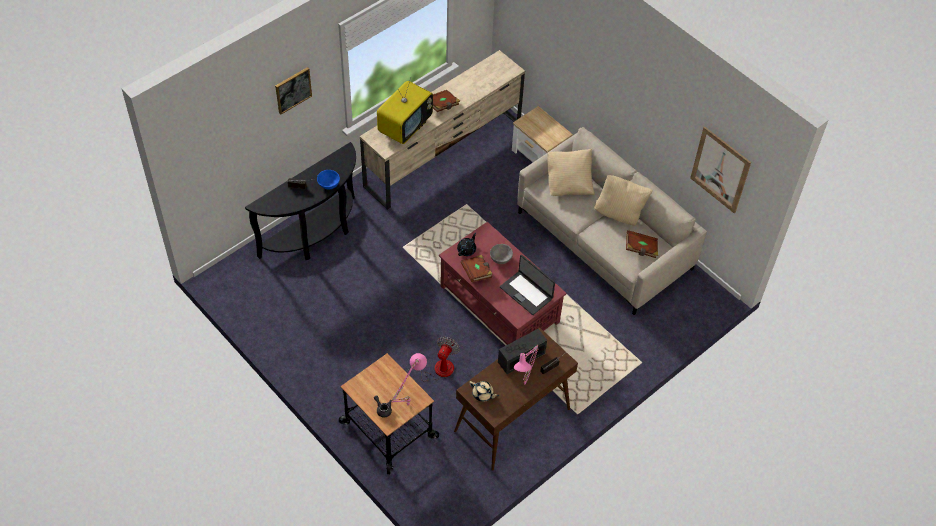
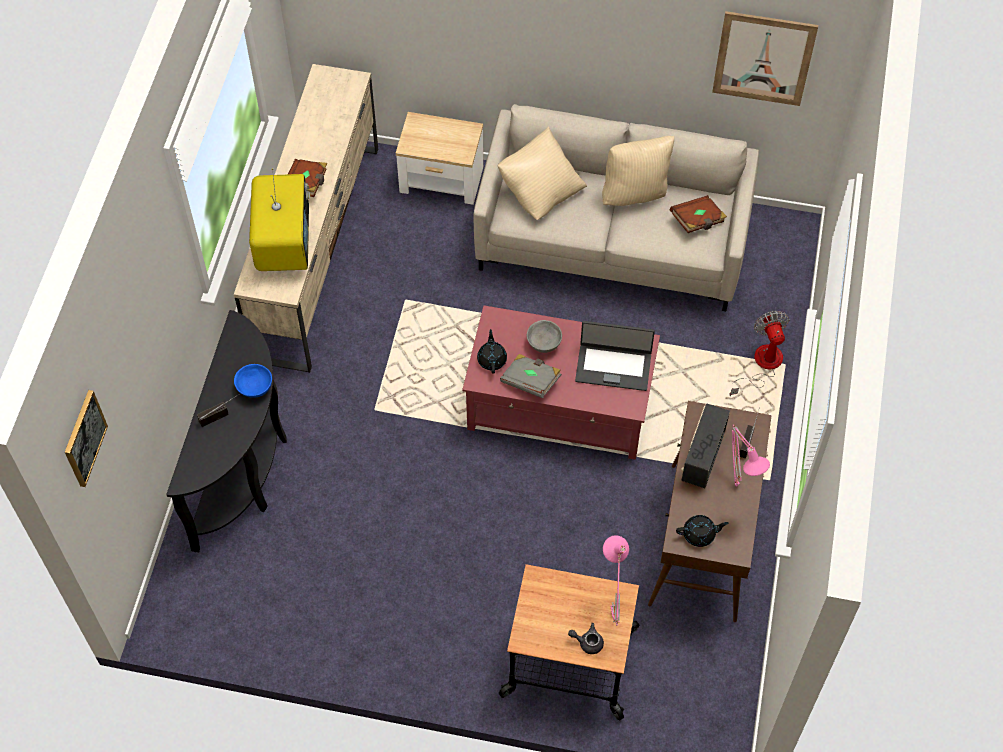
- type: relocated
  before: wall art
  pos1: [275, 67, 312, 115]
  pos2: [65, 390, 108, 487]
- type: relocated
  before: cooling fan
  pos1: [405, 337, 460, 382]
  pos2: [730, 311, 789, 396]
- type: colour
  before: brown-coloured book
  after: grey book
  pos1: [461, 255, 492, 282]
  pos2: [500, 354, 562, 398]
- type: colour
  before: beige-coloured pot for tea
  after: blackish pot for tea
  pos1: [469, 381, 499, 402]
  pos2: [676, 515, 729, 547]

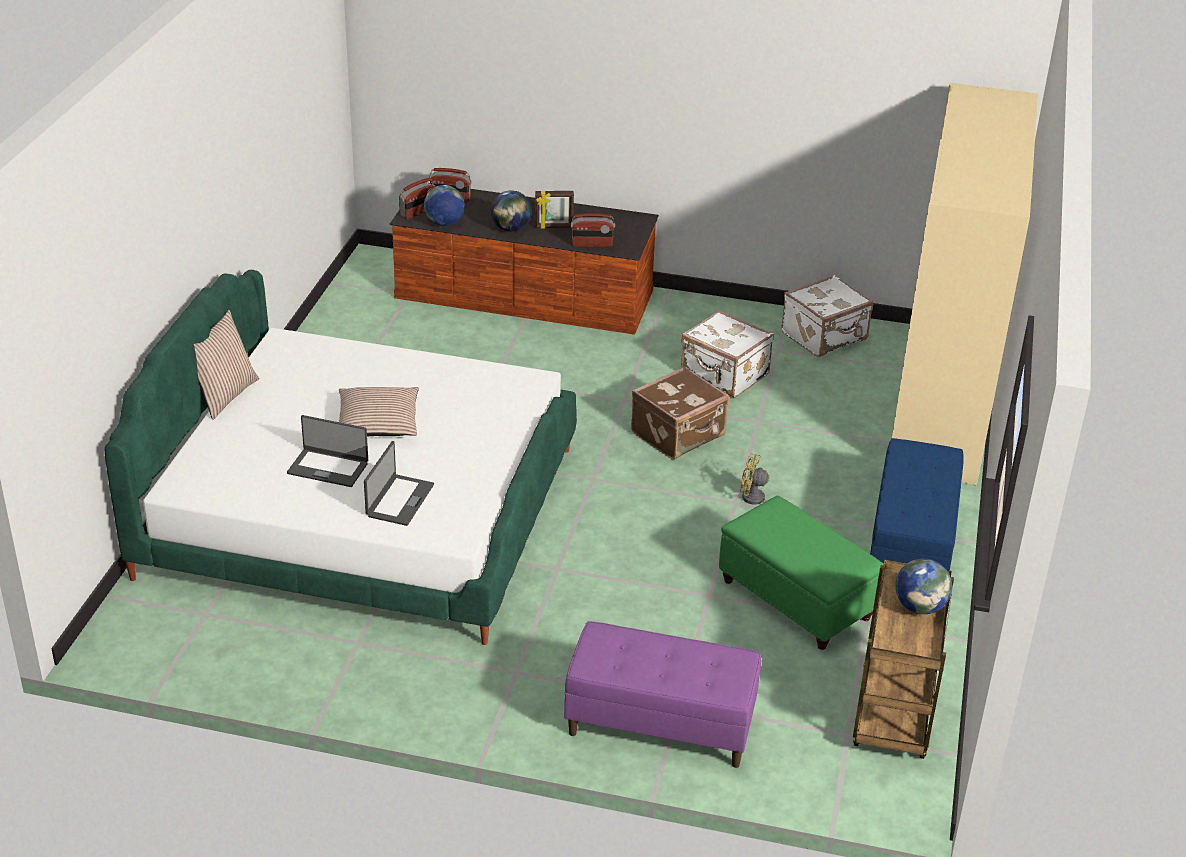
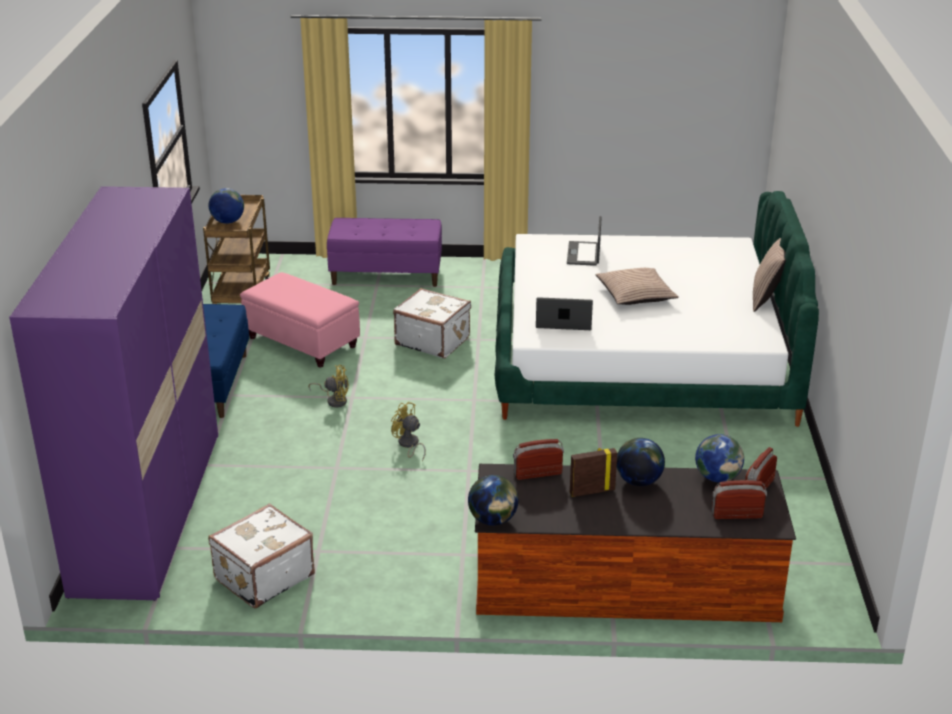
- type: appeared
  after: world globe
  pos2: [468, 475, 518, 526]
- type: relocated
  before: portable computer
  pos1: [287, 415, 368, 487]
  pos2: [536, 297, 593, 330]
- type: relocated
  before: white-coloured suitcase
  pos1: [681, 310, 774, 398]
  pos2: [393, 288, 471, 358]
- type: exchanged
  before: brown-coloured suitcase
  after: yellowish cooling fan
  pos1: [631, 366, 729, 459]
  pos2: [391, 402, 426, 462]
- type: colour
  before: green ottoman
  after: pink-coloured ottoman
  pos1: [719, 496, 884, 650]
  pos2: [240, 272, 360, 367]
- type: colour
  before: beige-coloured armoire
  after: purplish armoire
  pos1: [892, 83, 1038, 485]
  pos2: [9, 186, 218, 601]

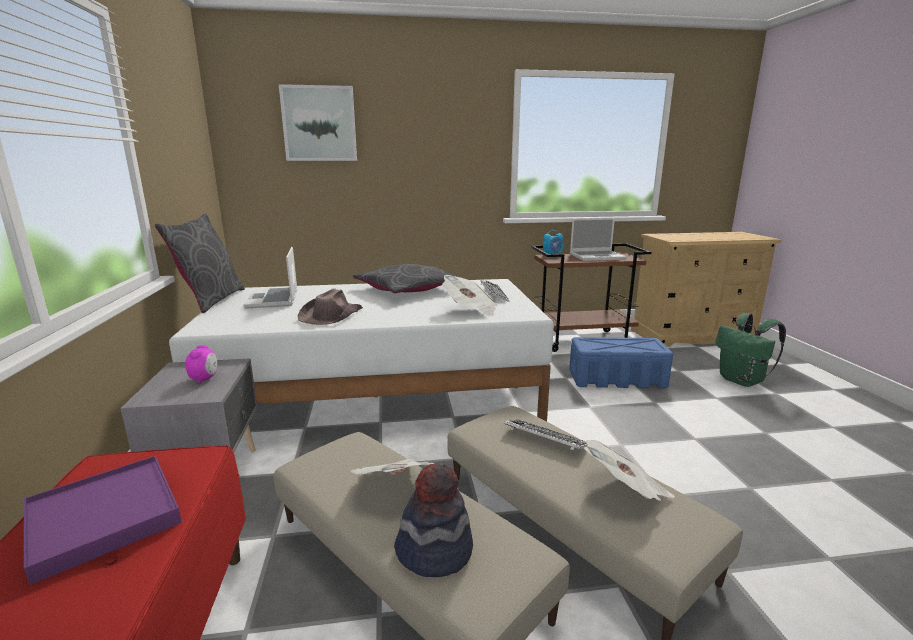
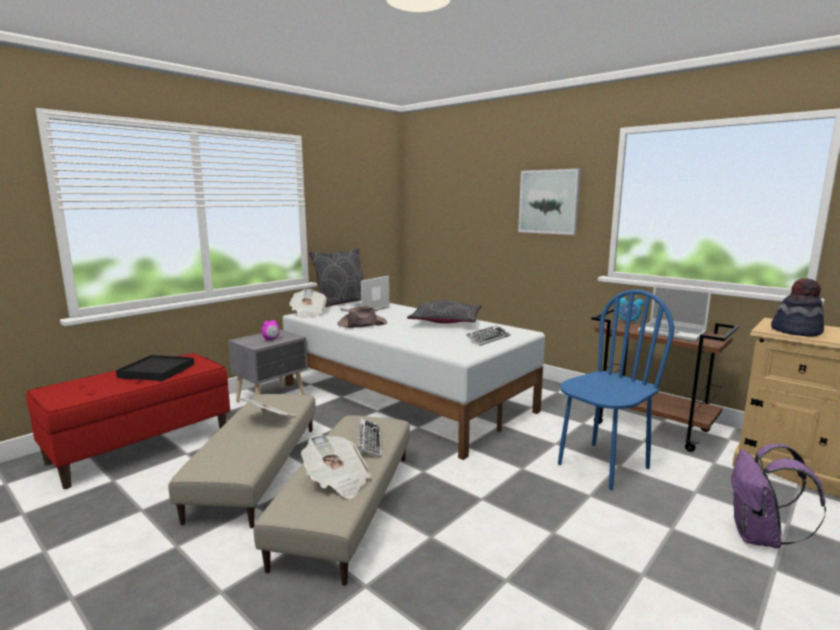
- type: relocated
  before: wall art
  pos1: [279, 84, 357, 161]
  pos2: [518, 169, 581, 235]
- type: relocated
  before: wearable hat
  pos1: [394, 464, 473, 577]
  pos2: [771, 278, 824, 336]
- type: relocated
  before: daily paper
  pos1: [442, 275, 497, 317]
  pos2: [289, 289, 327, 318]
- type: exchanged
  before: blue-coloured storage box
  after: blue-coloured upright chair
  pos1: [569, 337, 673, 388]
  pos2: [558, 289, 674, 490]
- type: colour
  before: purplish carrying tray
  after: blackish carrying tray
  pos1: [24, 456, 182, 585]
  pos2: [116, 355, 194, 381]
- type: colour
  before: green rucksack
  after: purplish rucksack
  pos1: [716, 313, 786, 387]
  pos2: [731, 444, 826, 549]

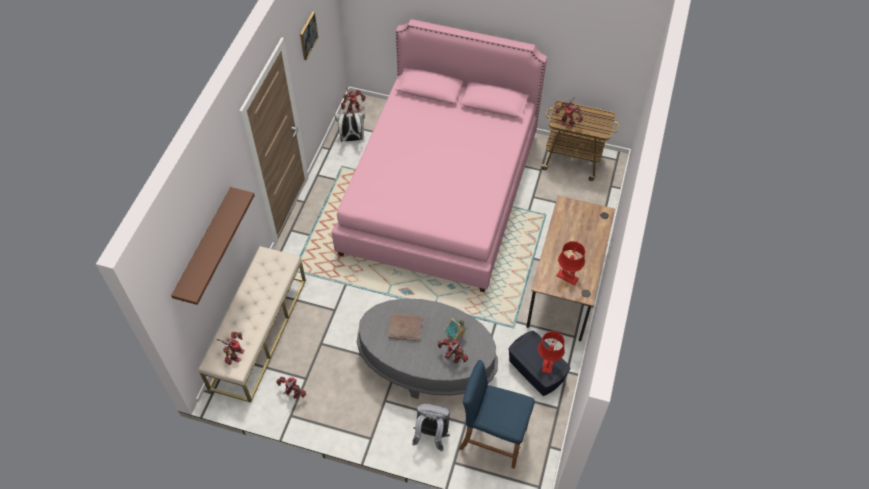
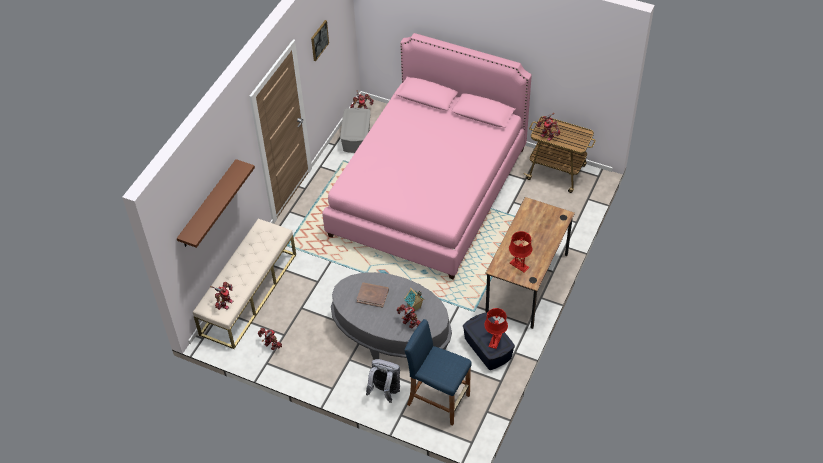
- type: exchanged
  before: white-coloured rucksack
  after: grey storage box
  pos1: [334, 113, 365, 142]
  pos2: [340, 108, 371, 153]

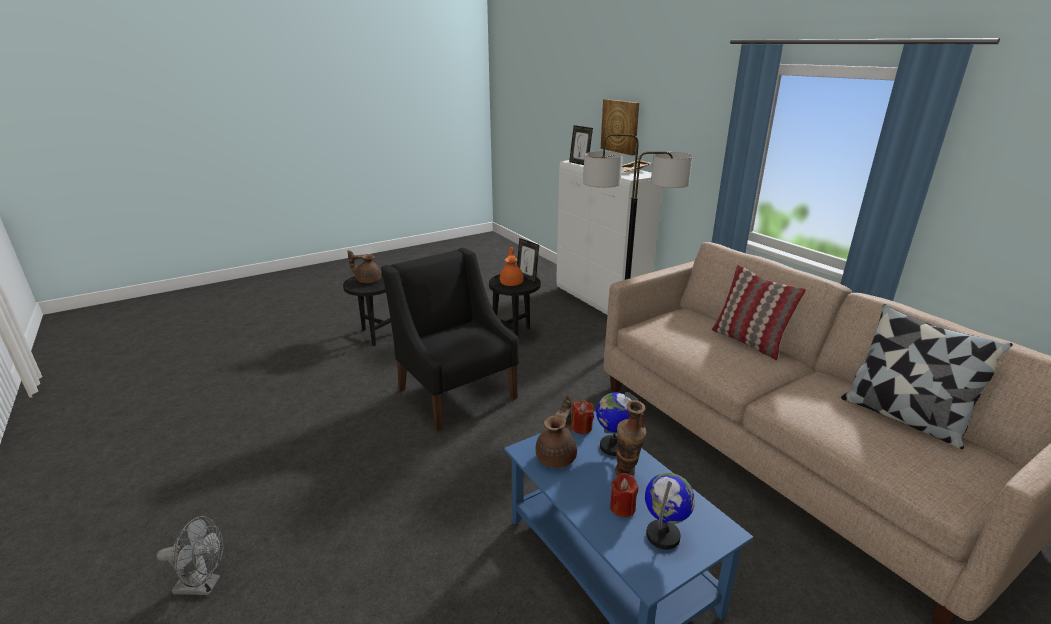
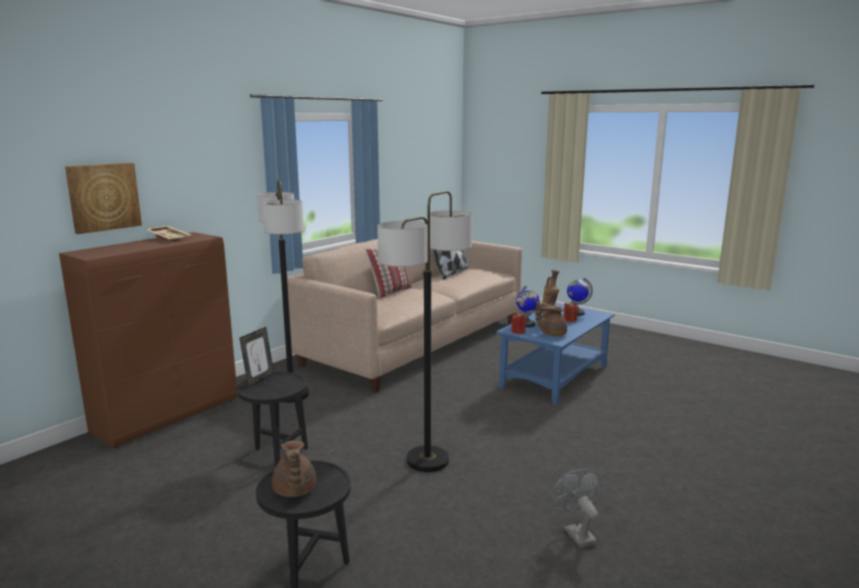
- type: missing
  before: orangey pot for tea
  pos1: [500, 247, 524, 286]
- type: missing
  before: standing frame
  pos1: [569, 125, 593, 165]
- type: relocated
  before: grey cooling fan
  pos1: [157, 516, 224, 595]
  pos2: [551, 469, 601, 548]
- type: exchanged
  before: blackish lounge chair
  after: standing lamp
  pos1: [381, 248, 519, 431]
  pos2: [377, 191, 473, 472]
- type: colour
  before: white-coloured cupboard
  after: brown-coloured cupboard
  pos1: [556, 160, 662, 315]
  pos2: [59, 232, 237, 448]

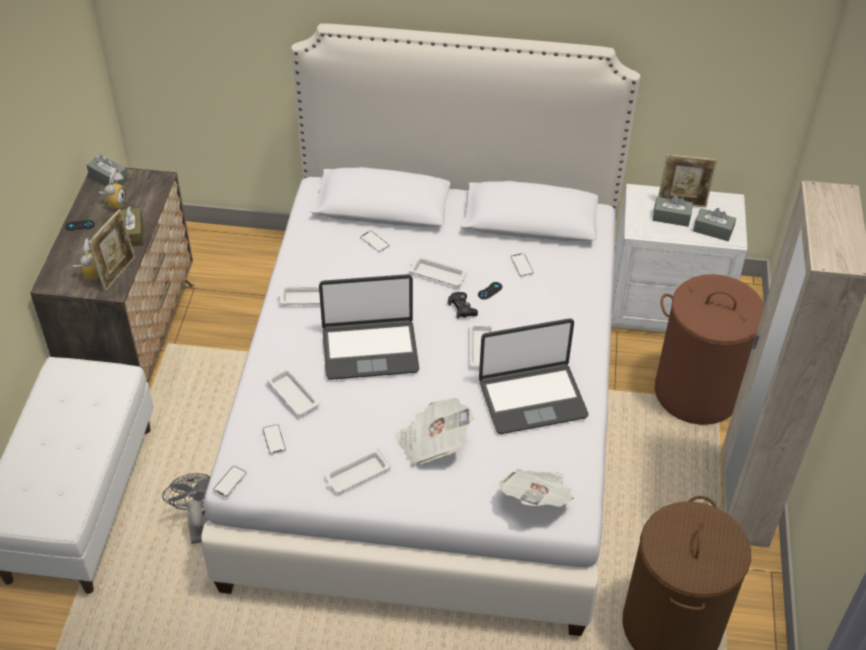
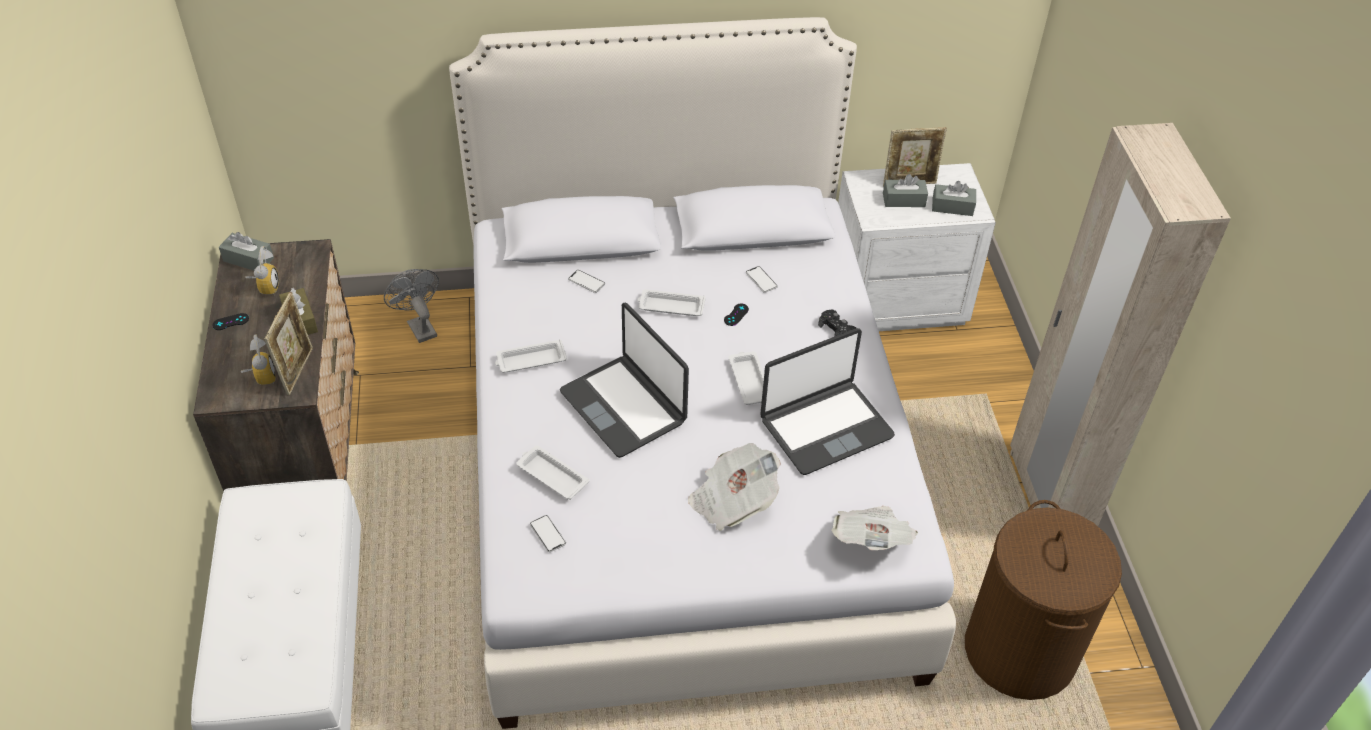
- type: missing
  before: telephone
  pos1: [213, 466, 247, 497]
- type: missing
  before: white-coloured carrying tray
  pos1: [324, 448, 391, 493]
- type: missing
  before: brown-coloured hamper
  pos1: [655, 274, 764, 425]
- type: relocated
  before: grey cooling fan
  pos1: [162, 473, 210, 544]
  pos2: [384, 269, 439, 343]
- type: relocated
  before: blackish gamepad
  pos1: [448, 292, 478, 319]
  pos2: [818, 310, 856, 337]
- type: spun
  before: portable computer
  pos1: [319, 274, 419, 380]
  pos2: [560, 303, 689, 458]
  turn: 75

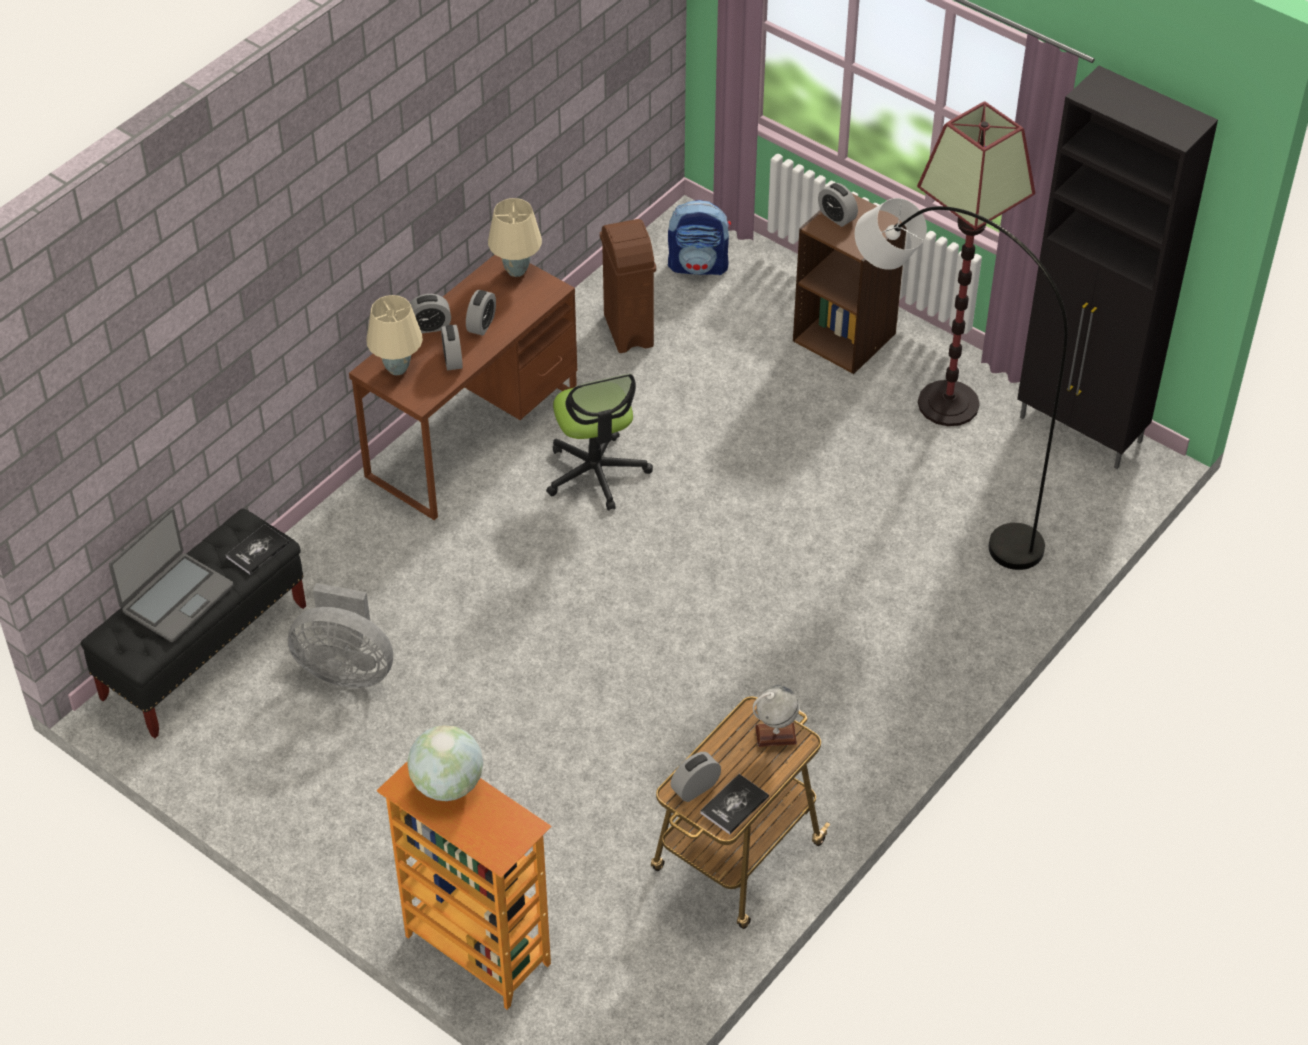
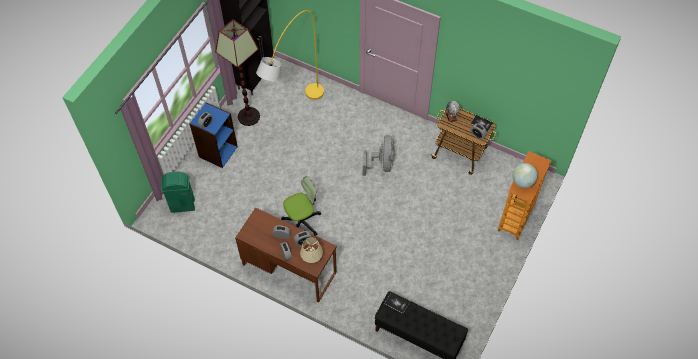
- type: missing
  before: portable computer
  pos1: [109, 508, 233, 642]
- type: missing
  before: beige-coloured table lamp
  pos1: [488, 198, 542, 277]
- type: missing
  before: brown-coloured waste bin
  pos1: [600, 219, 656, 353]
- type: relocated
  before: grey cooling fan
  pos1: [288, 583, 393, 688]
  pos2: [363, 135, 395, 176]
- type: exchanged
  before: rucksack
  after: green waste bin
  pos1: [668, 200, 731, 275]
  pos2: [161, 172, 195, 213]
- type: colour
  before: brown-coloured bookcase
  after: blue-coloured bookcase
  pos1: [793, 193, 907, 374]
  pos2: [189, 102, 238, 168]
- type: colour
  before: grey standing lamp
  after: yellowish standing lamp
  pos1: [855, 198, 1068, 570]
  pos2: [256, 10, 324, 100]

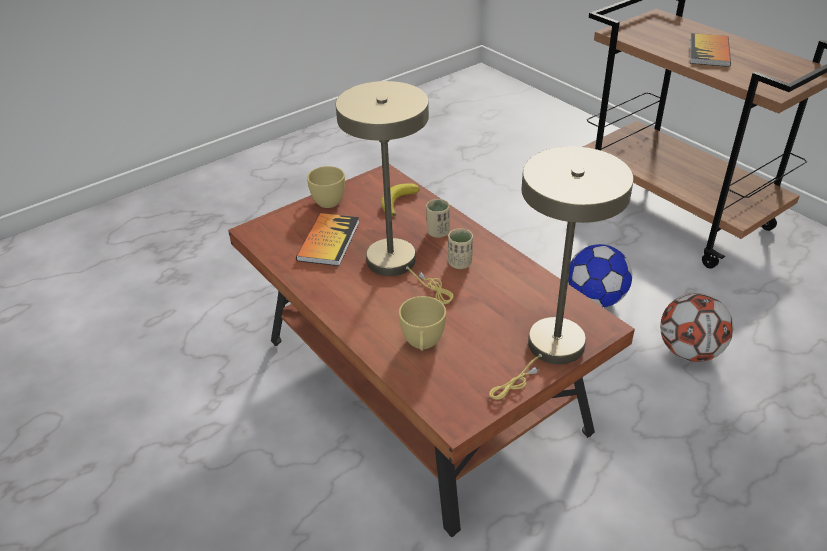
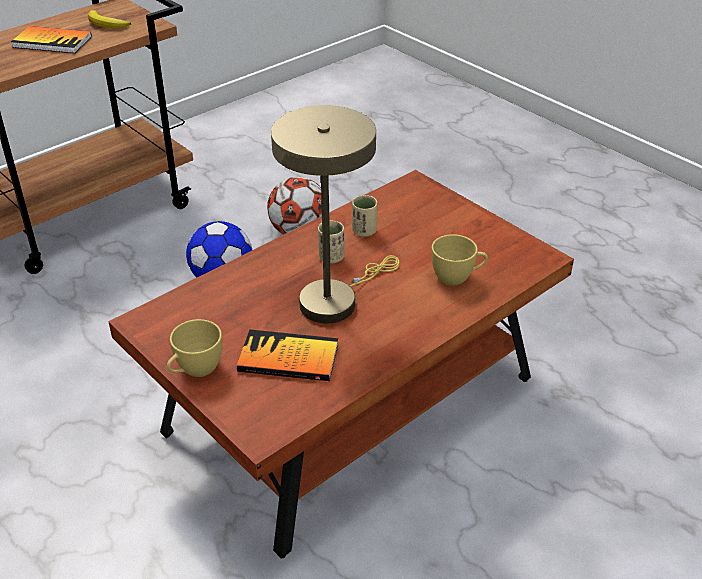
- type: missing
  before: beige-coloured table lamp
  pos1: [489, 146, 634, 400]
- type: relocated
  before: whole banana
  pos1: [381, 183, 419, 216]
  pos2: [88, 10, 131, 28]
- type: relocated
  before: beige-coloured small cup
  pos1: [426, 199, 450, 238]
  pos2: [352, 195, 377, 237]

